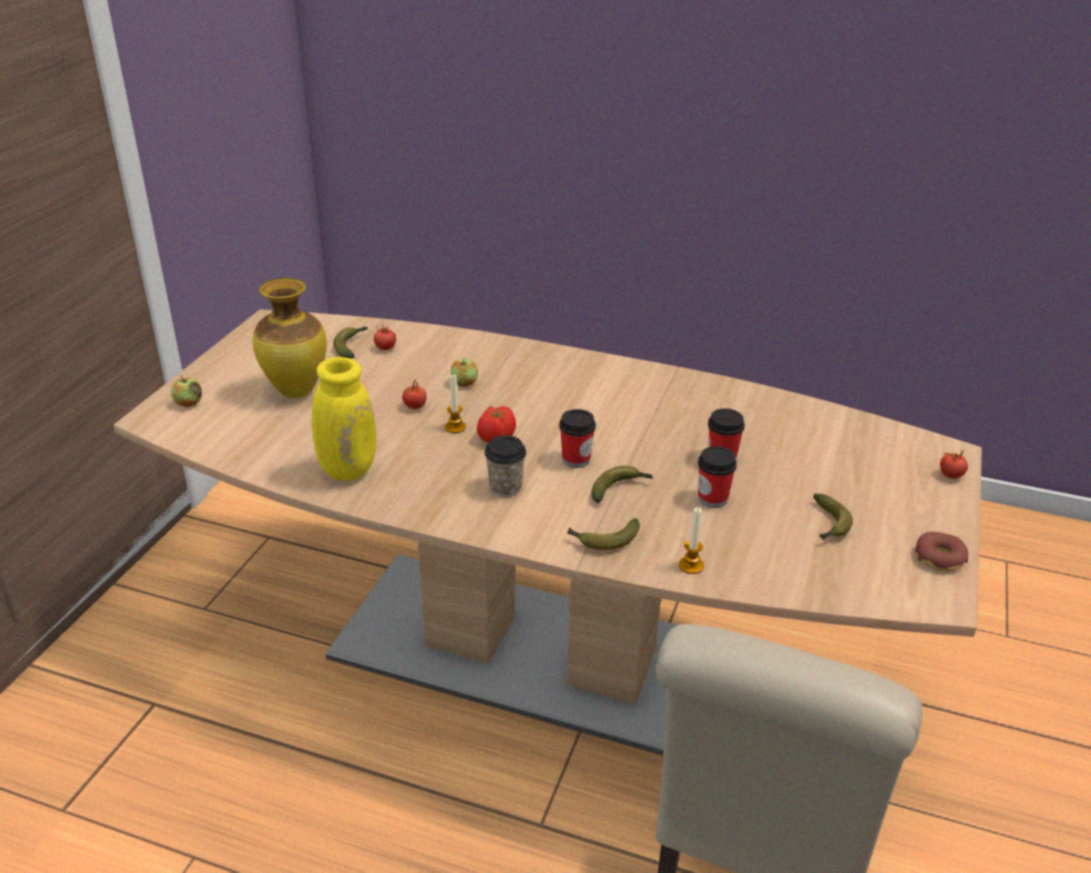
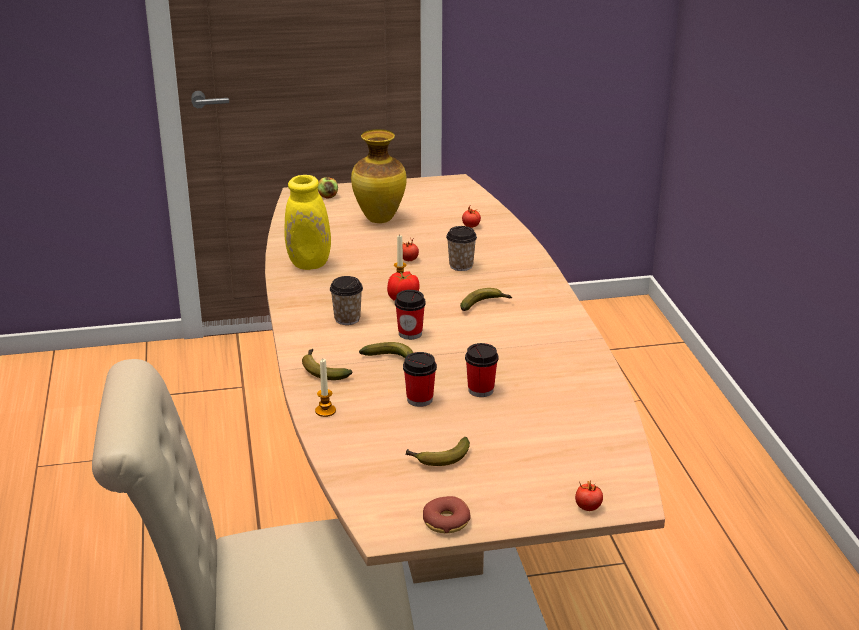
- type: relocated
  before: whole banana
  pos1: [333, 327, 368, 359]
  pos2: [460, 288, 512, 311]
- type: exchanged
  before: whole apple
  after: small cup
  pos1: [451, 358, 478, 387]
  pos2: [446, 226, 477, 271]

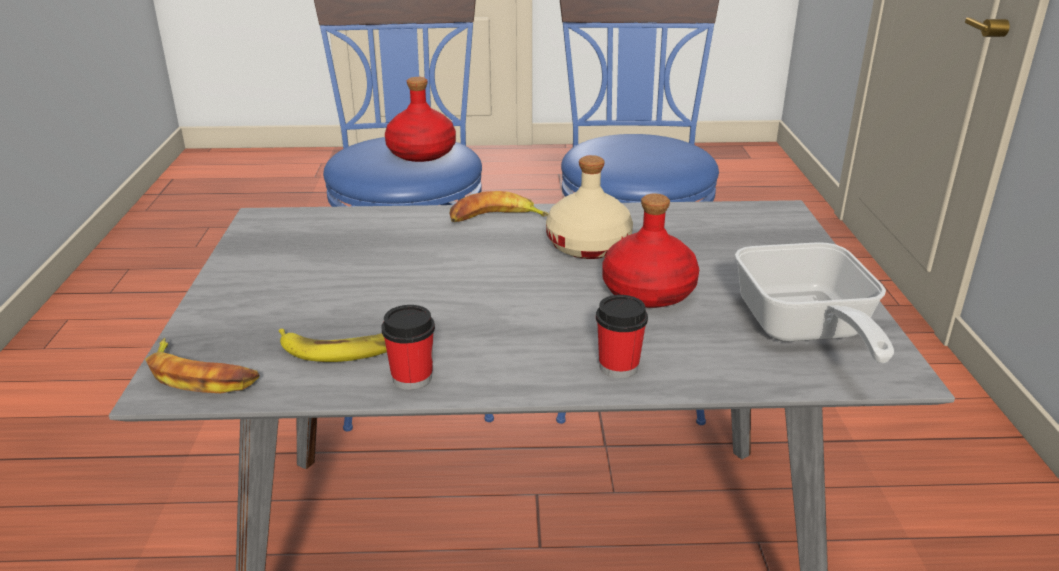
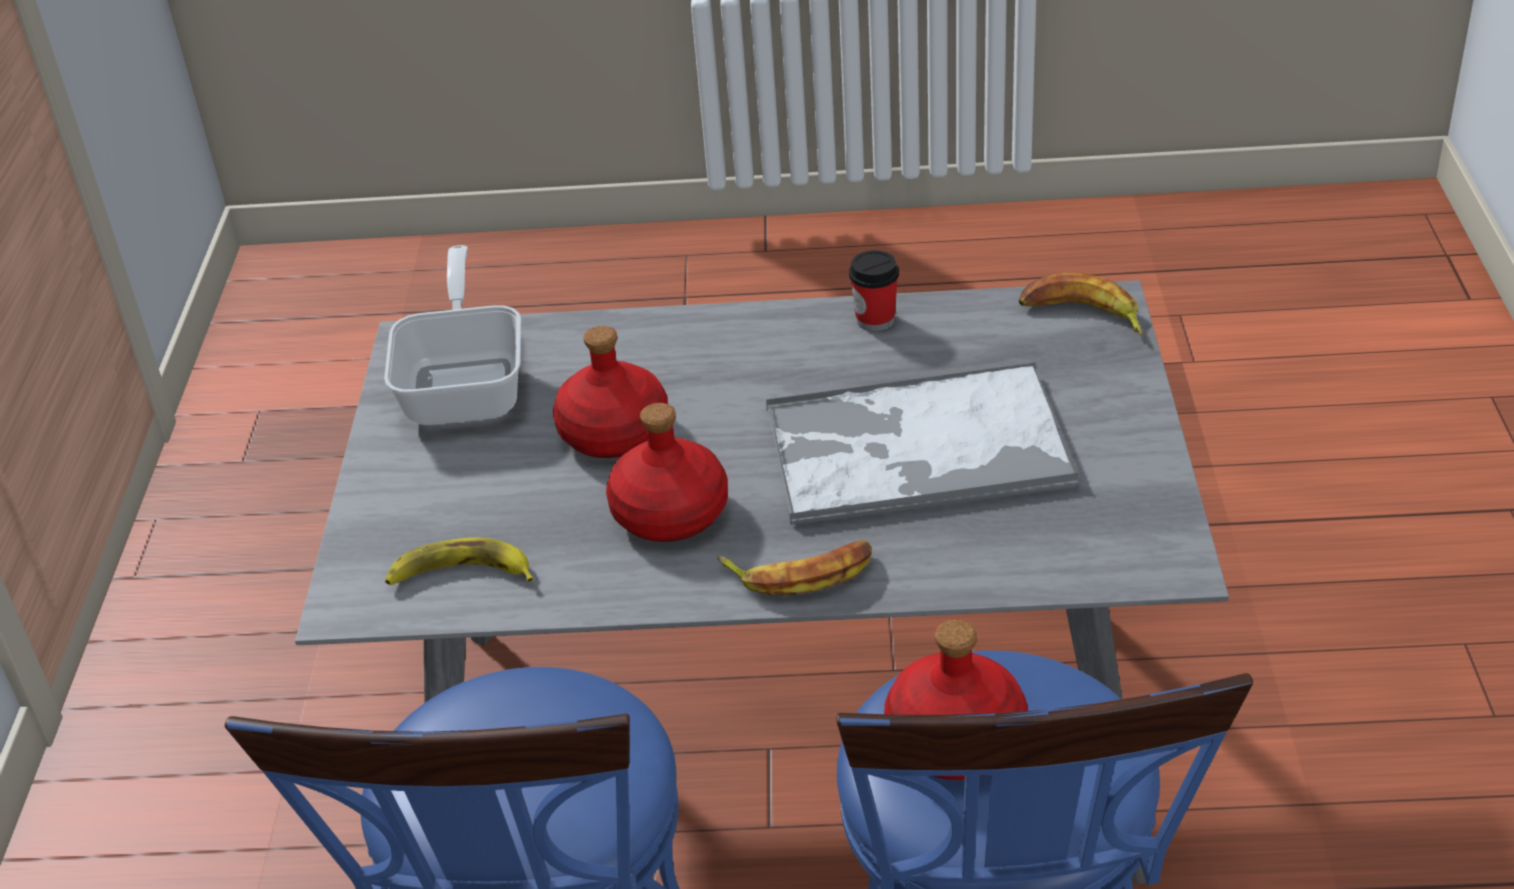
- type: missing
  before: small cup
  pos1: [596, 295, 648, 378]
- type: appeared
  after: carrying tray
  pos2: [766, 362, 1081, 525]
- type: relocated
  before: whole banana
  pos1: [279, 329, 387, 362]
  pos2: [385, 537, 534, 585]
- type: colour
  before: beige-coloured bottle
  after: reddish bottle
  pos1: [546, 155, 633, 259]
  pos2: [606, 403, 728, 542]

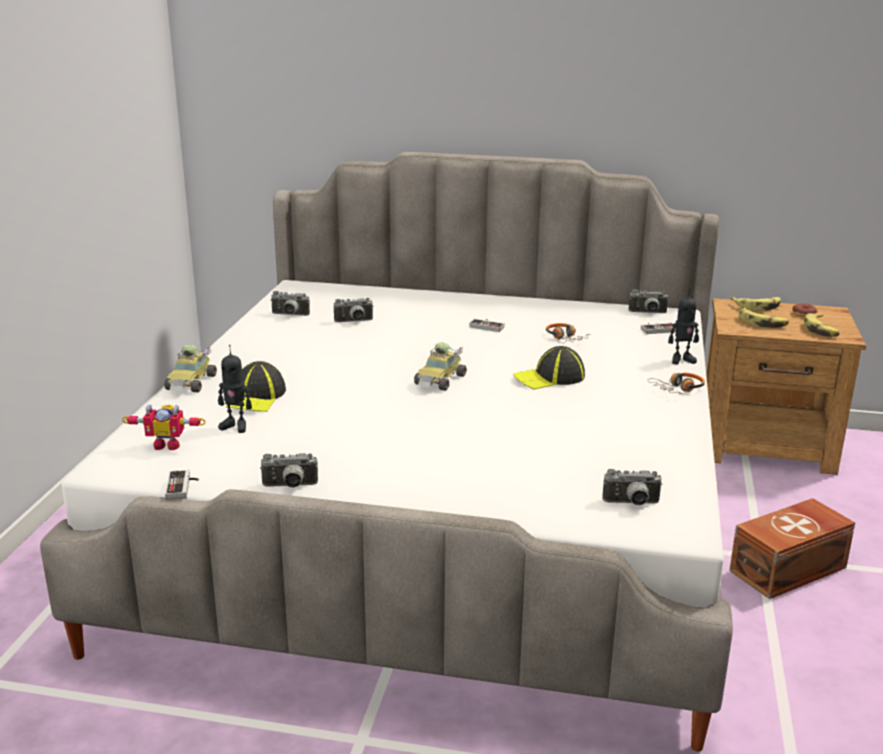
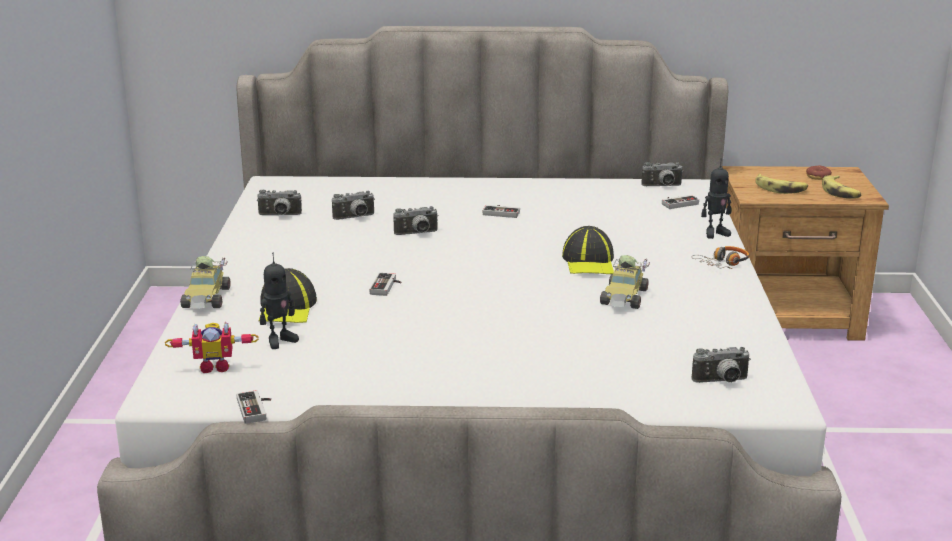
- type: missing
  before: headset
  pos1: [546, 323, 591, 343]
- type: missing
  before: brown-coloured storage box
  pos1: [729, 498, 855, 599]
- type: missing
  before: whole banana
  pos1: [731, 297, 781, 311]
- type: appeared
  after: gamepad
  pos2: [370, 273, 402, 296]
- type: relocated
  before: photo camera
  pos1: [260, 453, 318, 488]
  pos2: [394, 206, 439, 235]
- type: relocated
  before: miniature car
  pos1: [414, 342, 467, 391]
  pos2: [600, 255, 650, 309]
- type: spun
  before: robot figure
  pos1: [218, 345, 252, 433]
  pos2: [260, 253, 299, 349]
  turn: -45
- type: spun
  before: baseball cap
  pos1: [513, 346, 585, 390]
  pos2: [562, 226, 614, 274]
  turn: -60

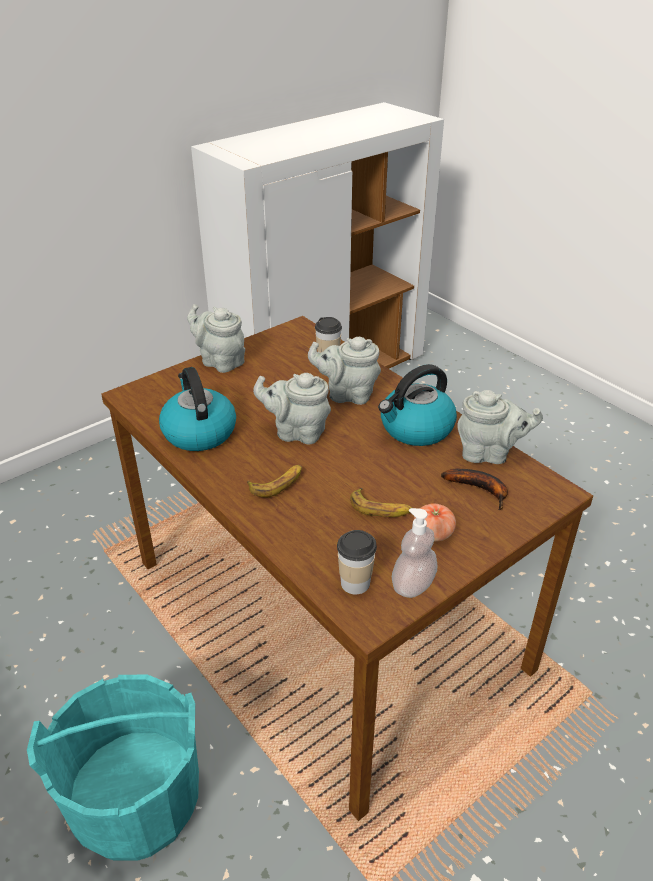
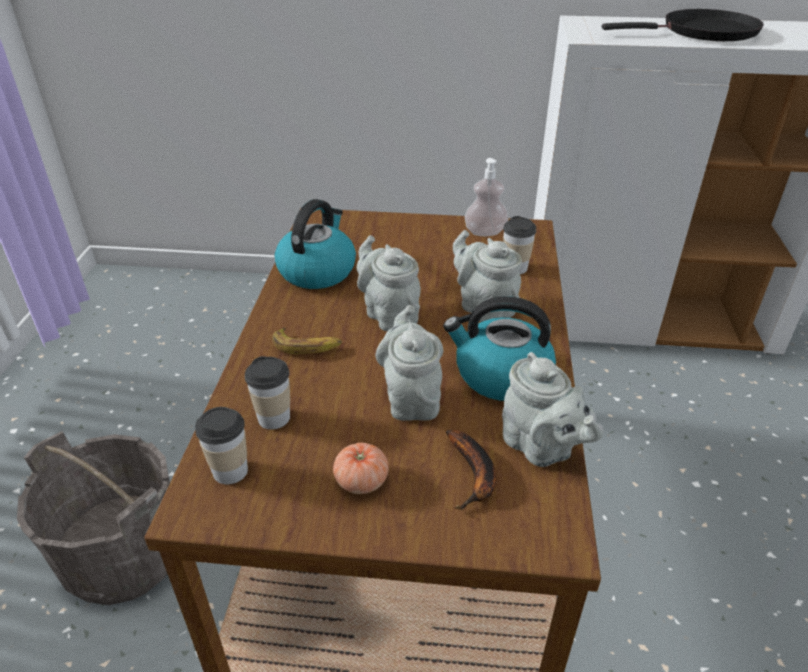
- type: missing
  before: whole banana
  pos1: [350, 488, 413, 517]
- type: appeared
  after: small cup
  pos2: [245, 356, 290, 430]
- type: appeared
  after: blackish pan
  pos2: [602, 9, 764, 41]
- type: relocated
  before: grey pot for tea
  pos1: [187, 304, 245, 373]
  pos2: [375, 305, 443, 421]
- type: relocated
  before: soap dispenser
  pos1: [392, 508, 438, 598]
  pos2: [465, 158, 509, 236]
- type: colour
  before: turquoise-coloured water bucket
  after: grey water bucket
  pos1: [27, 675, 199, 860]
  pos2: [17, 431, 170, 605]

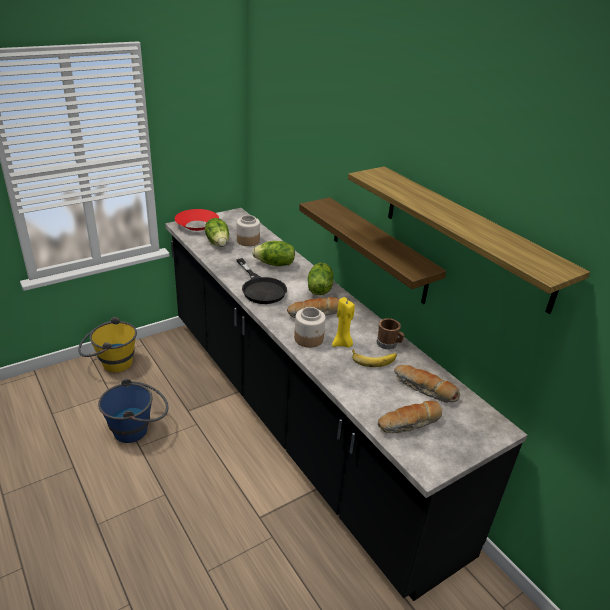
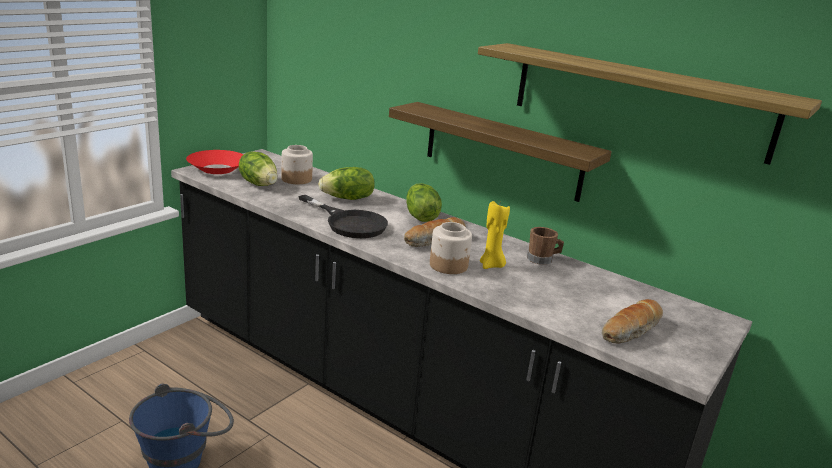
- type: missing
  before: yellowish water bucket
  pos1: [78, 317, 137, 372]
- type: missing
  before: whole banana
  pos1: [352, 348, 397, 367]
- type: missing
  before: baked bread
  pos1: [394, 365, 460, 403]

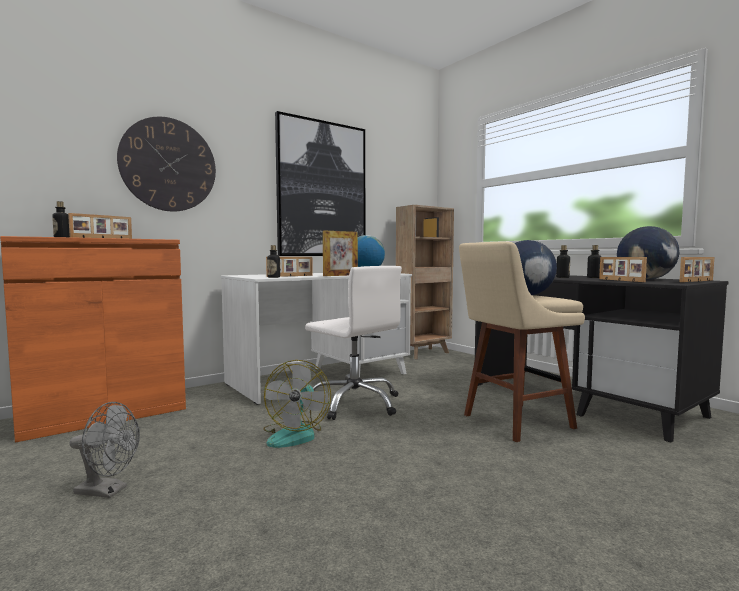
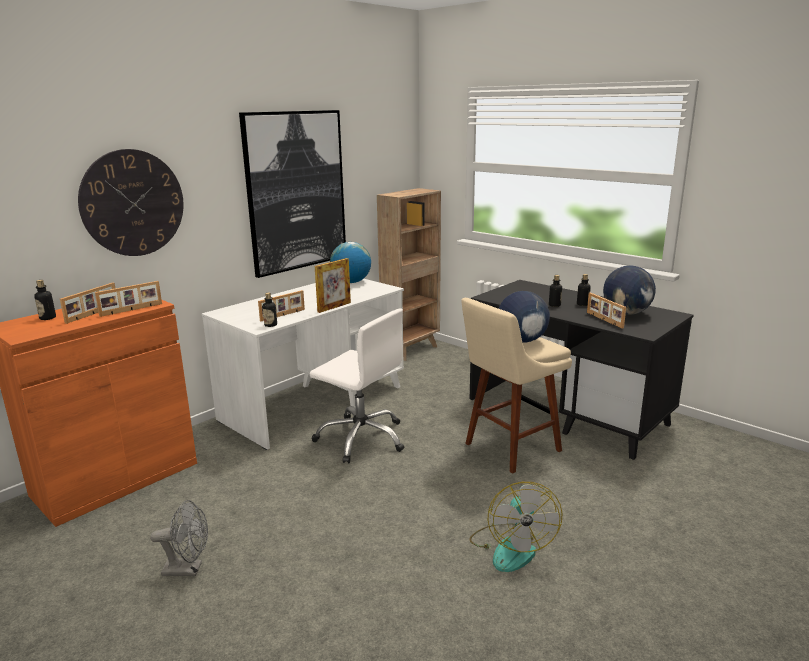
- type: relocated
  before: cooling fan
  pos1: [263, 360, 331, 448]
  pos2: [469, 482, 563, 572]
- type: relocated
  before: standing frame
  pos1: [680, 257, 714, 282]
  pos2: [95, 281, 162, 317]

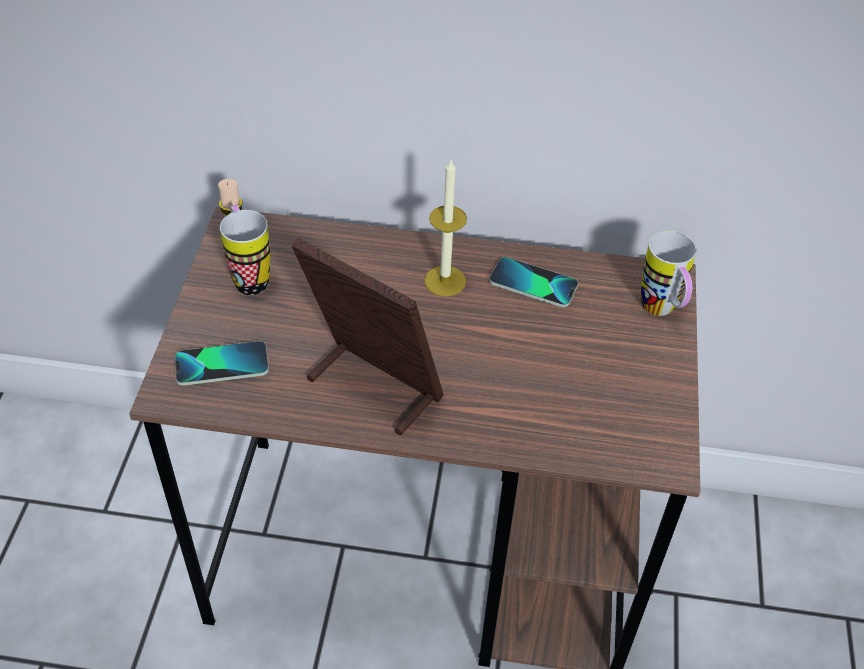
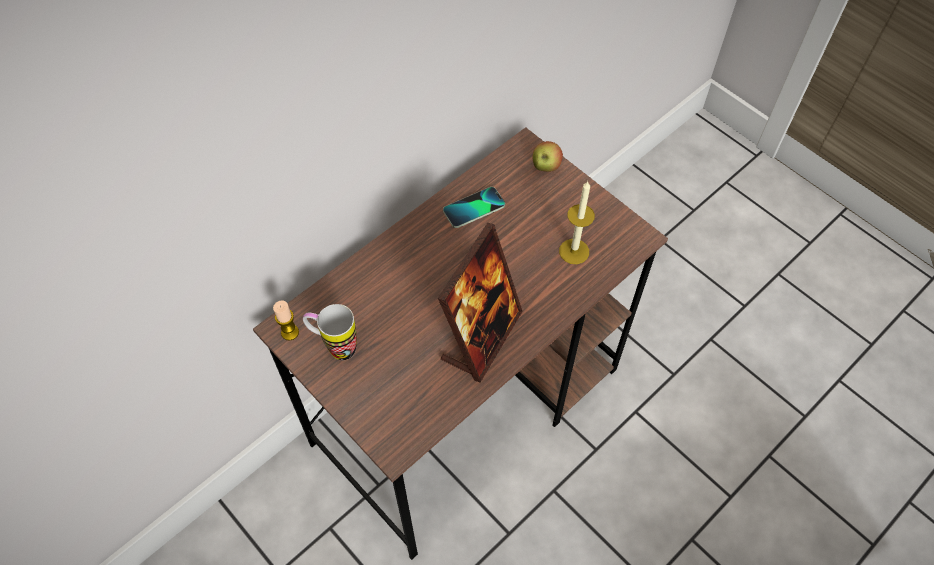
- type: missing
  before: telephone
  pos1: [175, 341, 269, 386]
- type: relocated
  before: candle
  pos1: [424, 160, 467, 296]
  pos2: [559, 181, 595, 264]
- type: exchanged
  before: coffee mug
  after: whole apple
  pos1: [641, 231, 697, 316]
  pos2: [533, 141, 563, 172]
- type: spun
  before: standing frame
  pos1: [292, 238, 444, 435]
  pos2: [438, 223, 523, 382]
  turn: 135

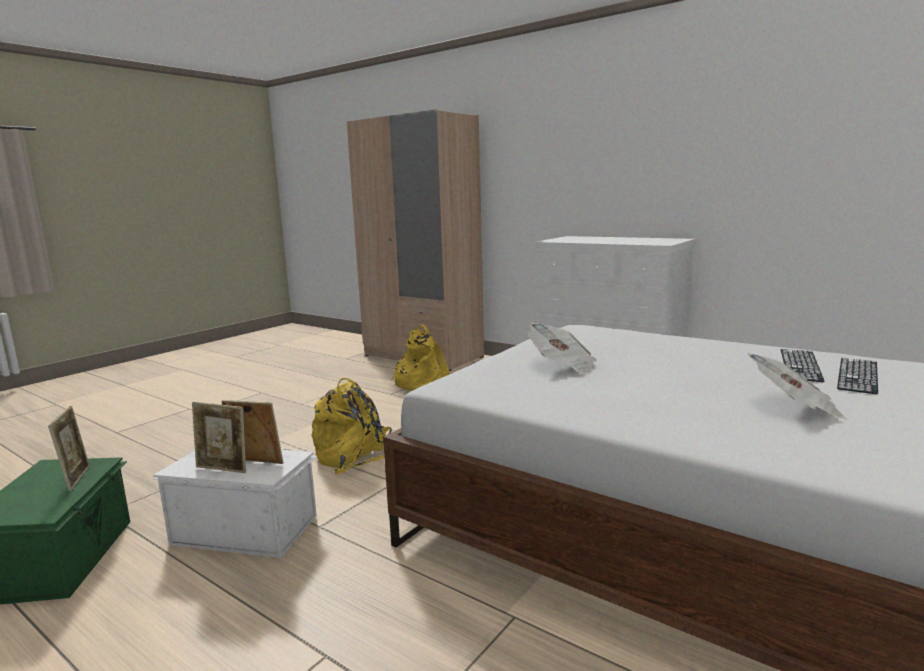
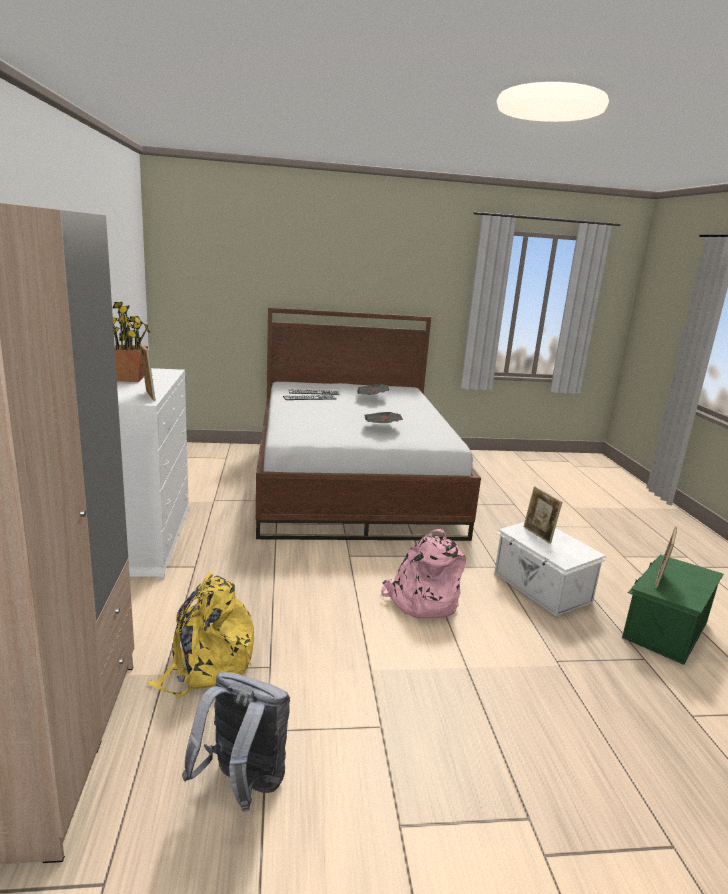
- type: appeared
  after: potted plant
  pos2: [112, 302, 150, 382]
- type: appeared
  after: grey rucksack
  pos2: [182, 672, 290, 811]
- type: relocated
  before: standing frame
  pos1: [192, 402, 246, 473]
  pos2: [140, 344, 156, 401]
- type: colour
  before: yellowish rucksack
  after: pink-coloured rucksack
  pos1: [311, 378, 392, 474]
  pos2: [381, 529, 466, 618]

